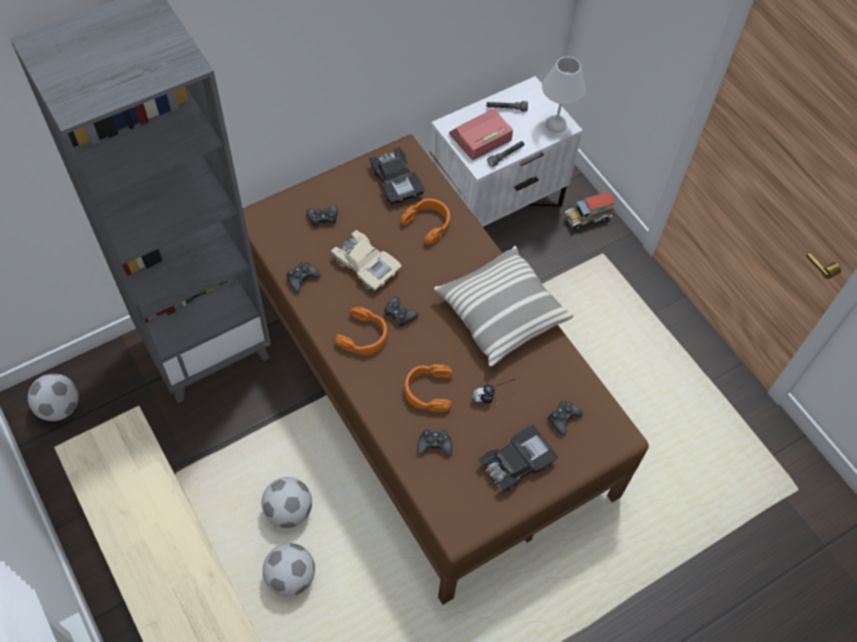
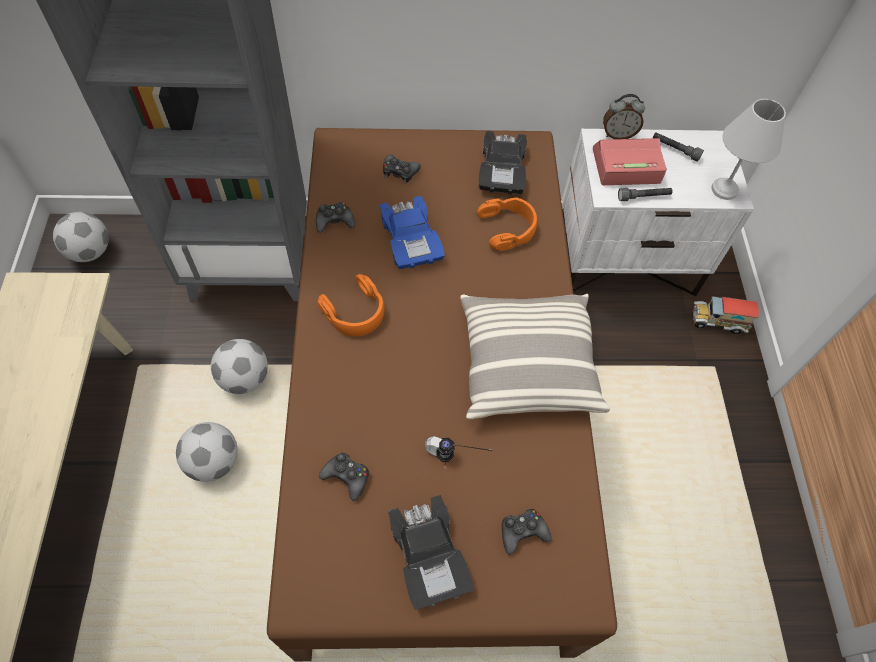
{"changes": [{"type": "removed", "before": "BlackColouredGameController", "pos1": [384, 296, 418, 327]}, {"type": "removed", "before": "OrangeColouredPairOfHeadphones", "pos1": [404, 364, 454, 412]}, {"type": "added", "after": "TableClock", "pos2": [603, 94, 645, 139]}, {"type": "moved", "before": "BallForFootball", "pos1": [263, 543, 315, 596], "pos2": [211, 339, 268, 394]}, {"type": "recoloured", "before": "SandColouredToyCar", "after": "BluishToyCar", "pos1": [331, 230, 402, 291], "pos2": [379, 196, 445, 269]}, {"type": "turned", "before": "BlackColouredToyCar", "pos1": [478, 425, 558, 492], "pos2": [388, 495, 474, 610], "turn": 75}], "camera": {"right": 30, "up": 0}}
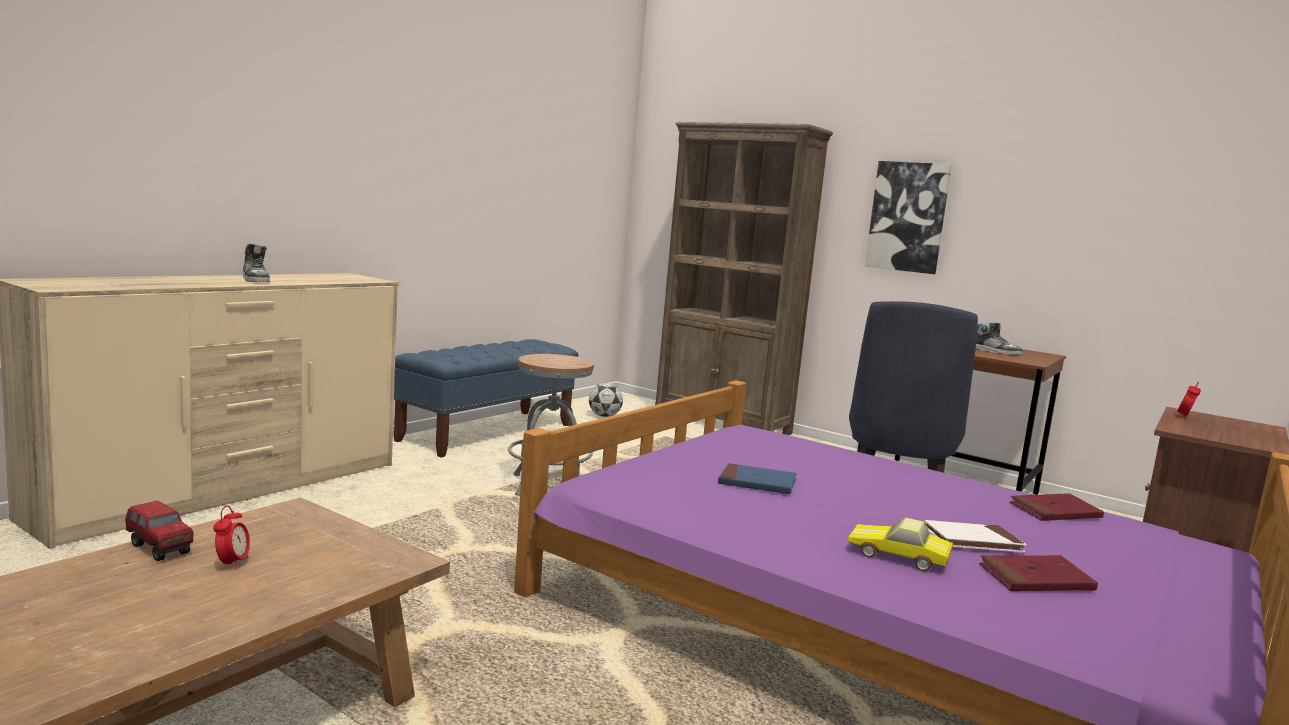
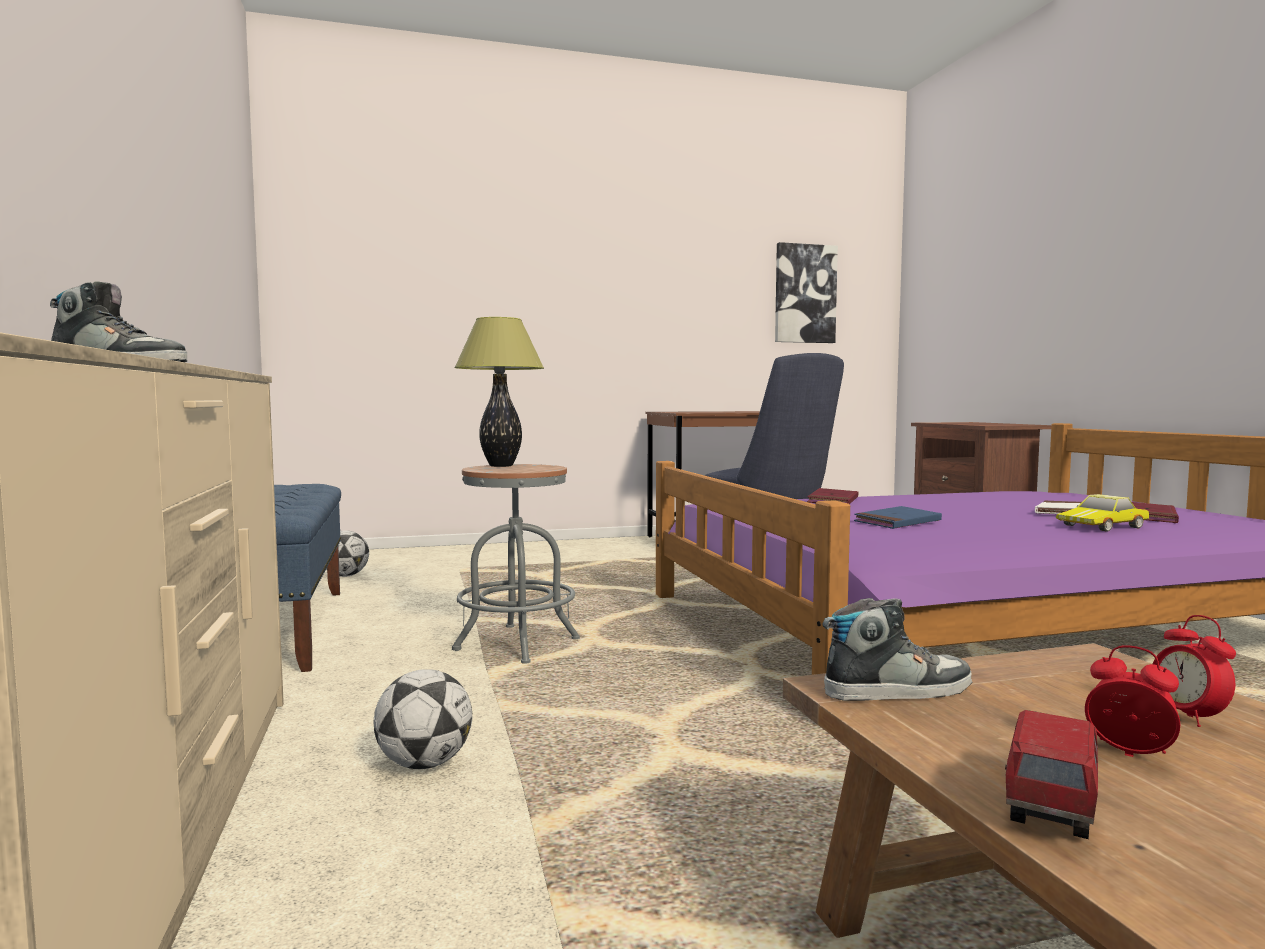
{"changes": [{"type": "removed", "before": "BrownColouredShelvingUnit", "pos1": [655, 122, 833, 435]}, {"type": "added", "after": "BallForFootball", "pos2": [374, 669, 472, 769]}, {"type": "added", "after": "TabletopLamp", "pos2": [454, 317, 544, 467]}, {"type": "moved", "before": "Picture", "pos1": [865, 161, 952, 274], "pos2": [775, 242, 838, 343]}, {"type": "moved", "before": "Shoe", "pos1": [976, 323, 1022, 355], "pos2": [822, 598, 973, 701]}, {"type": "moved", "before": "RedVolume", "pos1": [1010, 493, 1104, 521], "pos2": [807, 488, 859, 505]}, {"type": "moved", "before": "TableClock", "pos1": [1177, 381, 1201, 418], "pos2": [1153, 615, 1236, 727]}, {"type": "turned", "before": "ModelTruck", "pos1": [125, 501, 194, 561], "pos2": [1005, 710, 1098, 839], "turn": -45}], "camera": {"right": -50, "up": -5}}
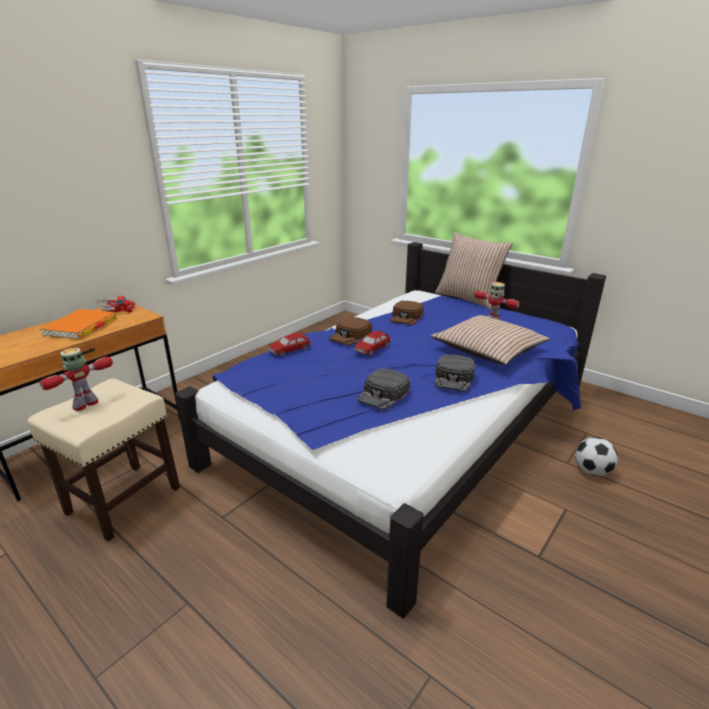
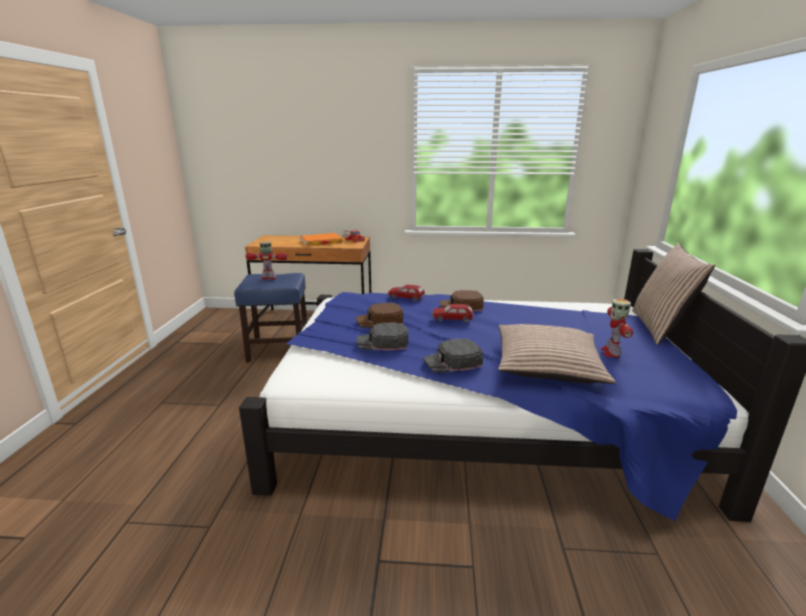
{"changes": [{"type": "removed", "before": "BallForFootball", "pos1": [575, 437, 618, 476]}, {"type": "moved", "before": "BrownColouredPeakedCap", "pos1": [390, 300, 423, 325], "pos2": [356, 303, 403, 328]}, {"type": "recoloured", "before": "SandColouredSittingStool", "after": "BluishSittingStool", "pos1": [27, 378, 180, 542], "pos2": [234, 273, 307, 363]}], "camera": {"right": 55, "up": -5}}
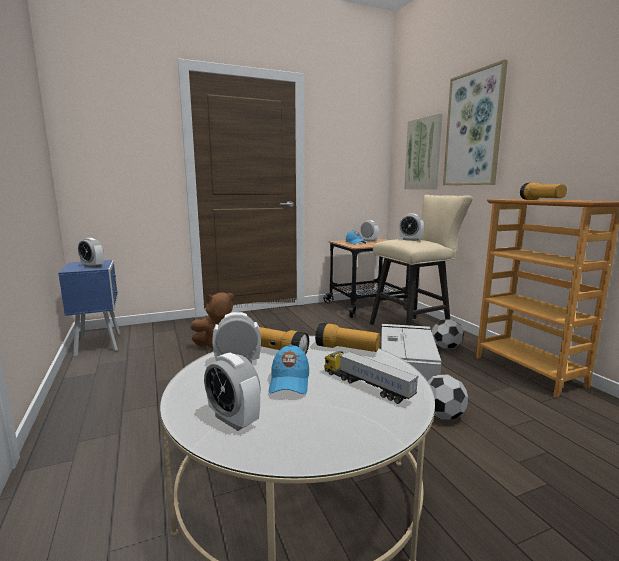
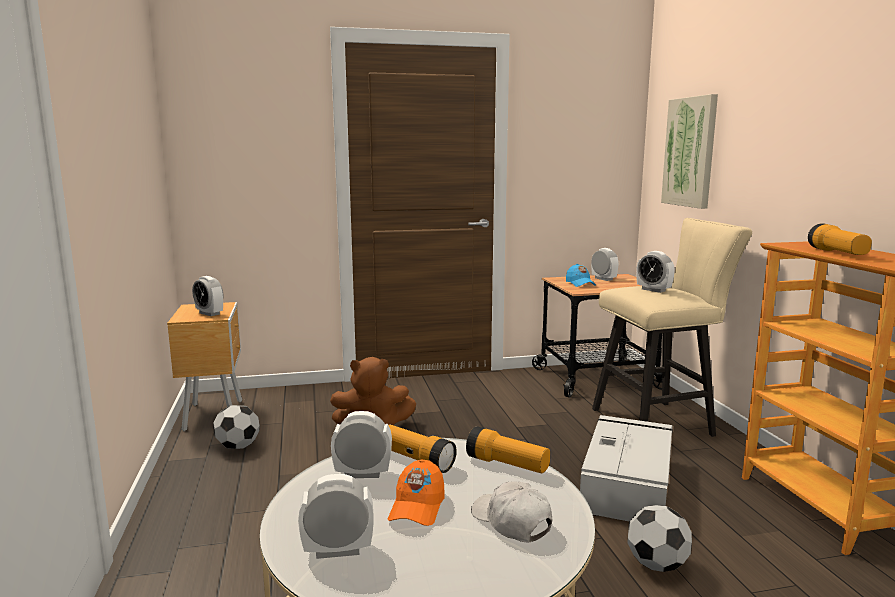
{"changes": [{"type": "removed", "before": "Picture", "pos1": [443, 59, 508, 185]}, {"type": "moved", "before": "BallForFootball", "pos1": [432, 319, 464, 348], "pos2": [213, 405, 260, 449]}, {"type": "replaced", "before": "ModelTruck", "after": "WhitishPeakedCap", "pos1": [324, 351, 418, 404], "pos2": [471, 481, 552, 543]}, {"type": "recoloured", "before": "BluishBedsideTable", "after": "BrownColouredBedsideTable", "pos1": [58, 260, 120, 357], "pos2": [167, 302, 242, 431]}, {"type": "recoloured", "before": "BluishPeakedCap", "after": "OrangeColouredPeakedCap", "pos1": [269, 344, 309, 394], "pos2": [388, 460, 444, 526]}, {"type": "turned", "before": "TableClock", "pos1": [204, 353, 261, 431], "pos2": [298, 474, 373, 559], "turn": 120}], "camera": {"right": 10, "up": 0}}
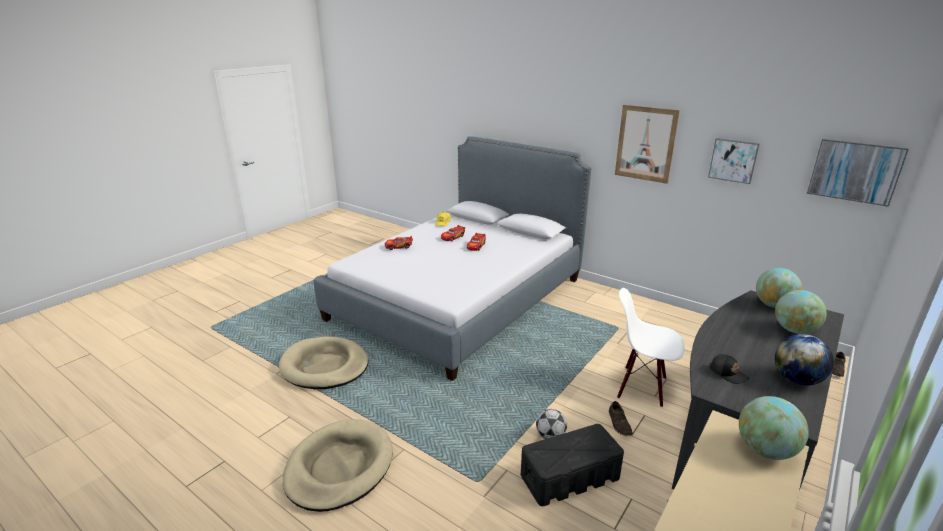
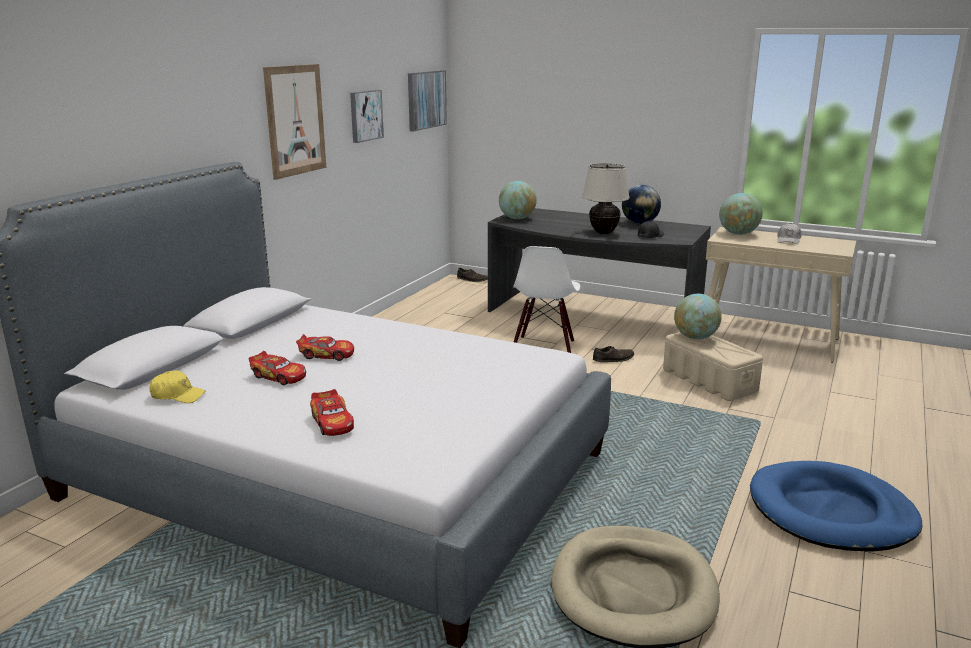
{"changes": [{"type": "removed", "before": "BallForFootball", "pos1": [536, 409, 567, 439]}, {"type": "added", "after": "SandColouredTabletopLamp", "pos2": [582, 163, 630, 234]}, {"type": "added", "after": "WhitishPeakedCap", "pos2": [777, 223, 802, 244]}, {"type": "moved", "before": "WorldGlobe", "pos1": [775, 290, 827, 334], "pos2": [674, 294, 722, 339]}, {"type": "recoloured", "before": "SandColouredDogCushion", "after": "BluishDogCushion", "pos1": [282, 419, 393, 512], "pos2": [750, 461, 922, 552]}, {"type": "recoloured", "before": "BlackColouredStorageContainer", "after": "SandColouredStorageContainer", "pos1": [521, 424, 624, 506], "pos2": [663, 332, 763, 401]}], "camera": {"right": -100, "up": -5}}
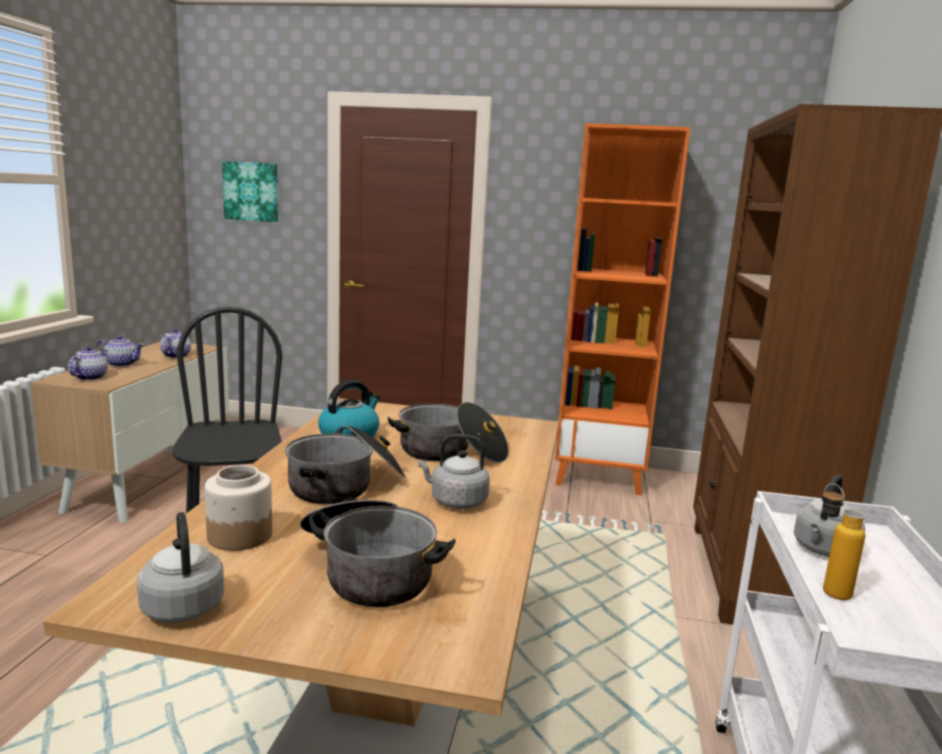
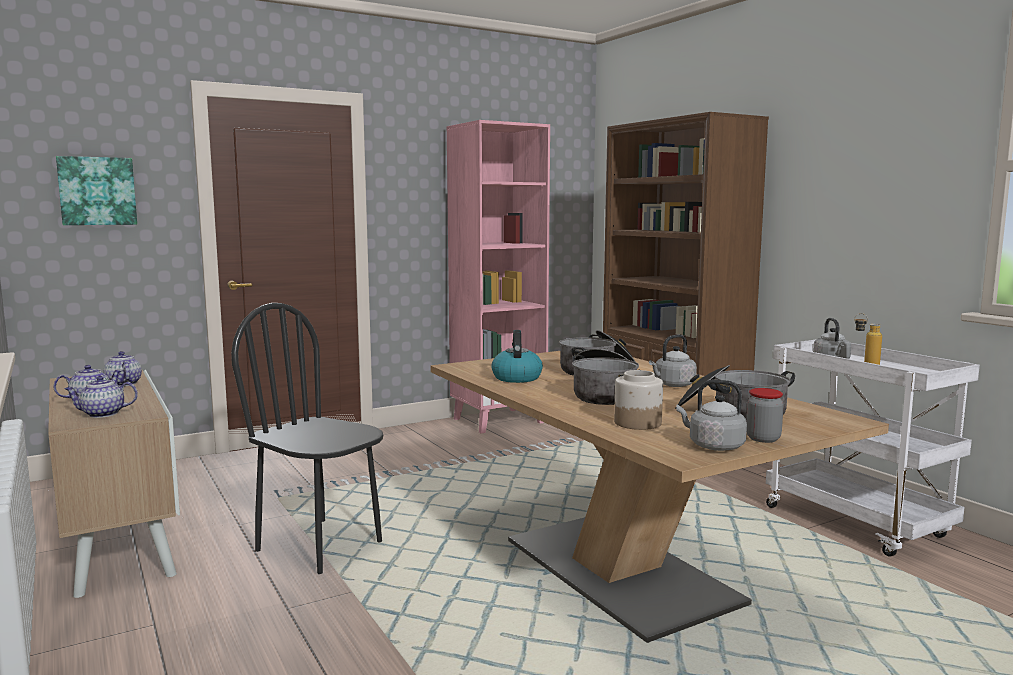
{"changes": [{"type": "added", "after": "Jar", "pos2": [746, 388, 784, 443]}, {"type": "recoloured", "before": "OrangeColouredShelvingUnit", "after": "PinkishShelvingUnit", "pos1": [555, 123, 690, 495], "pos2": [447, 120, 550, 434]}, {"type": "turned", "before": "PotForTea", "pos1": [68, 346, 108, 380], "pos2": [64, 376, 138, 418], "turn": -75}], "camera": {"right": -40, "up": -5}}
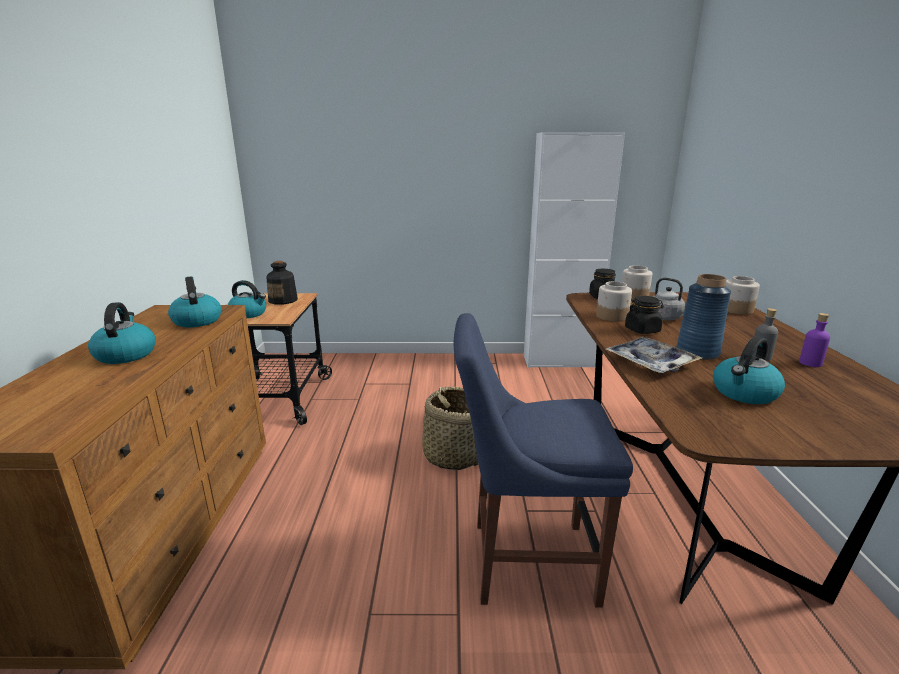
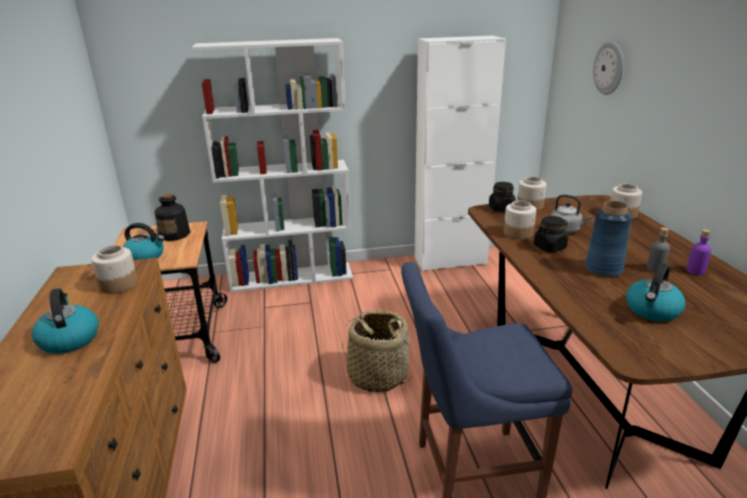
{"changes": [{"type": "removed", "before": "ServingTray", "pos1": [606, 337, 702, 373]}, {"type": "added", "after": "WhitishShelvingUnit", "pos2": [191, 38, 353, 292]}, {"type": "added", "after": "WallClock", "pos2": [593, 42, 623, 95]}, {"type": "replaced", "before": "WaterKettle", "after": "Jar", "pos1": [168, 276, 221, 327], "pos2": [91, 245, 138, 294]}], "camera": {"right": -10, "up": 5}}
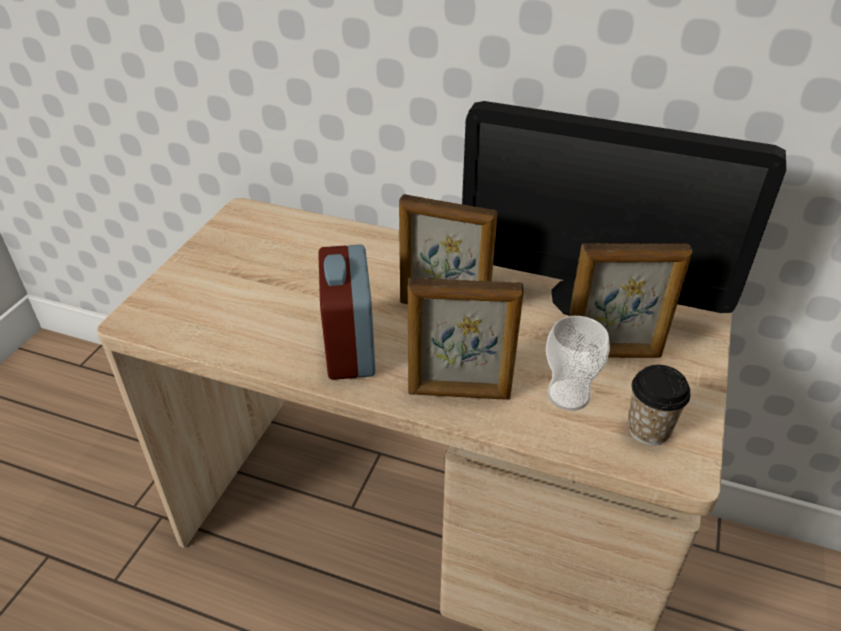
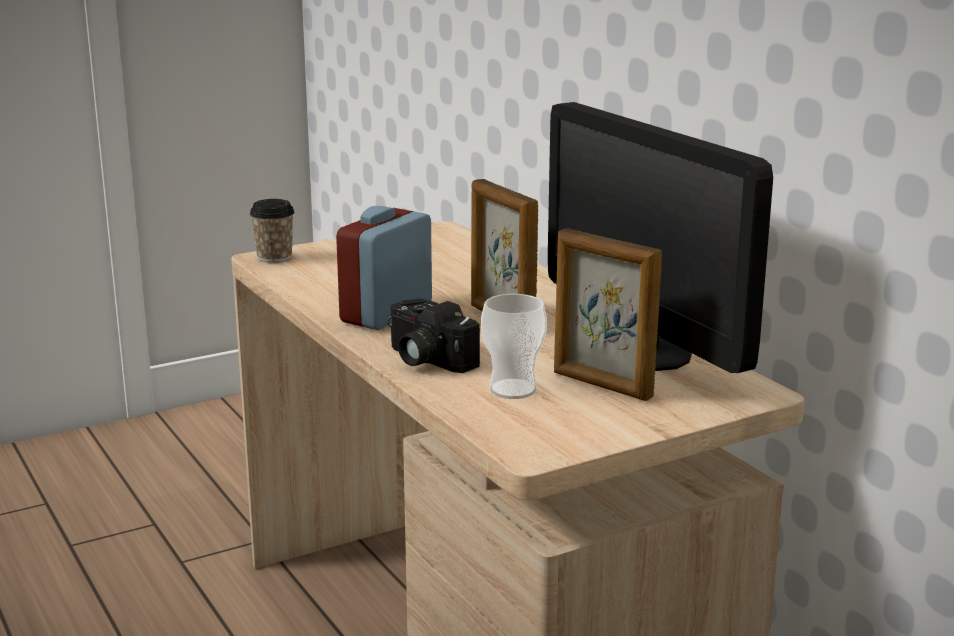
{"changes": [{"type": "moved", "before": "Cup", "pos1": [628, 365, 691, 445], "pos2": [250, 199, 295, 263]}, {"type": "replaced", "before": "PhotoFrame", "after": "PhotoCamera", "pos1": [408, 277, 524, 400], "pos2": [387, 298, 480, 373]}], "camera": {"right": 40, "up": -20}}
